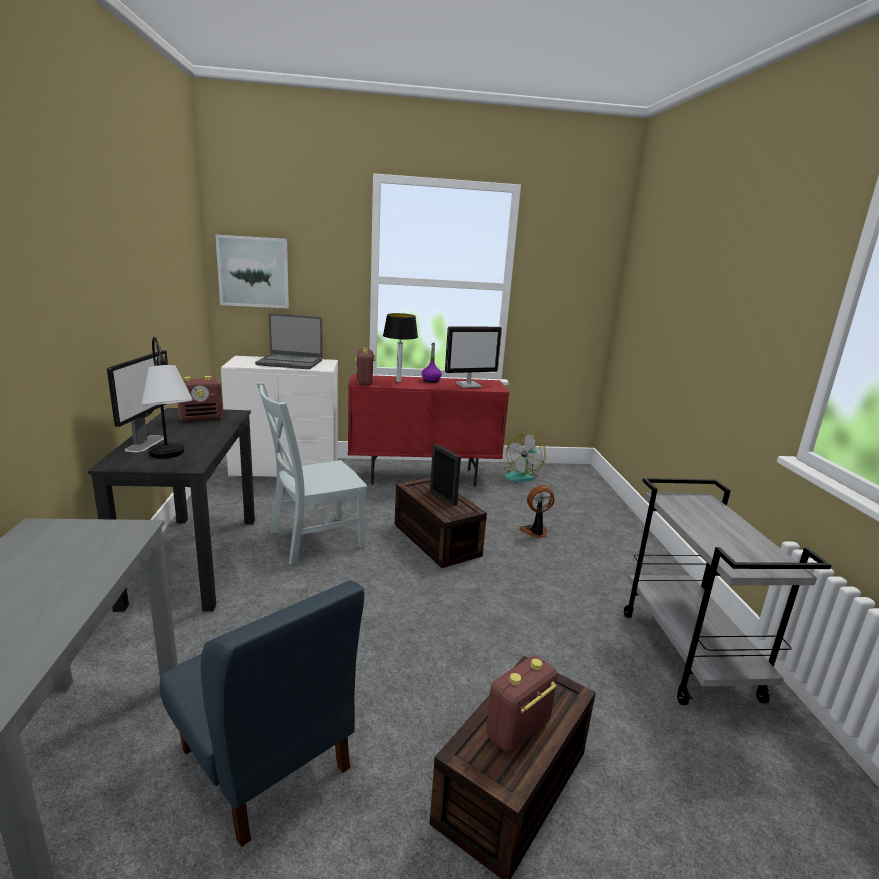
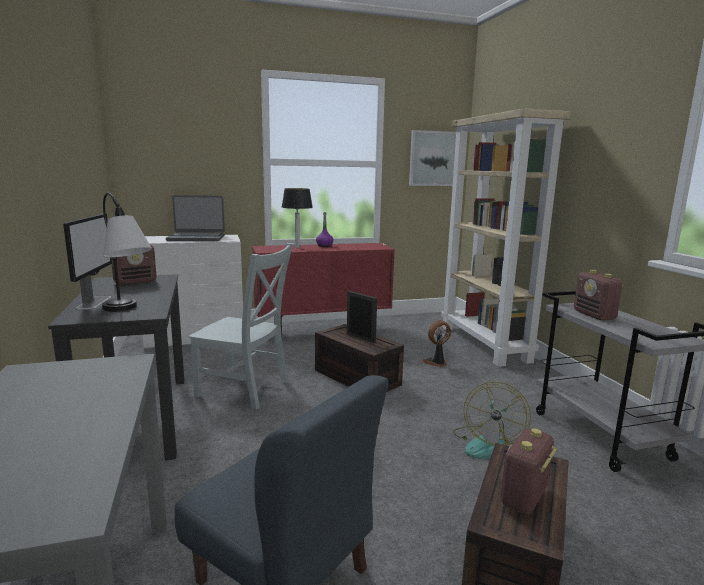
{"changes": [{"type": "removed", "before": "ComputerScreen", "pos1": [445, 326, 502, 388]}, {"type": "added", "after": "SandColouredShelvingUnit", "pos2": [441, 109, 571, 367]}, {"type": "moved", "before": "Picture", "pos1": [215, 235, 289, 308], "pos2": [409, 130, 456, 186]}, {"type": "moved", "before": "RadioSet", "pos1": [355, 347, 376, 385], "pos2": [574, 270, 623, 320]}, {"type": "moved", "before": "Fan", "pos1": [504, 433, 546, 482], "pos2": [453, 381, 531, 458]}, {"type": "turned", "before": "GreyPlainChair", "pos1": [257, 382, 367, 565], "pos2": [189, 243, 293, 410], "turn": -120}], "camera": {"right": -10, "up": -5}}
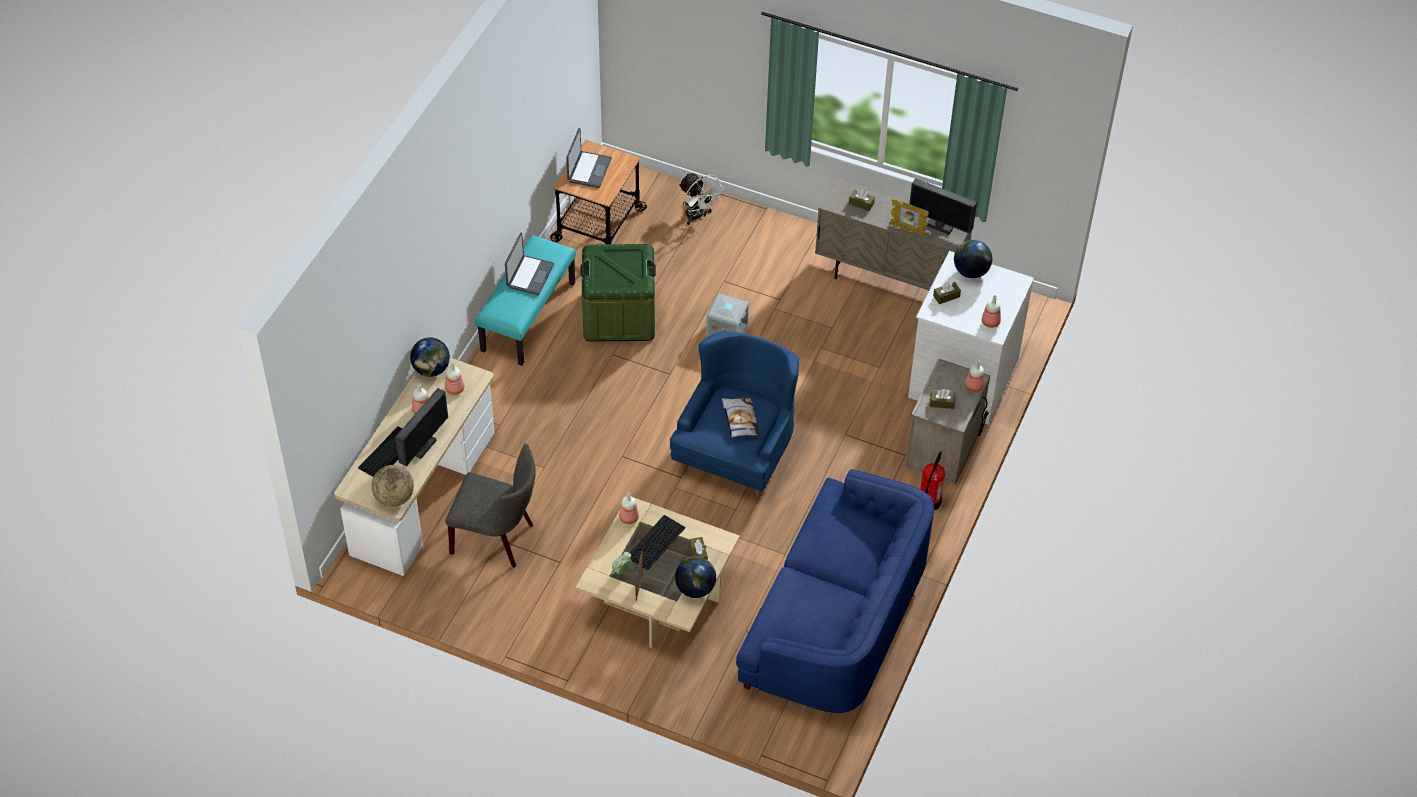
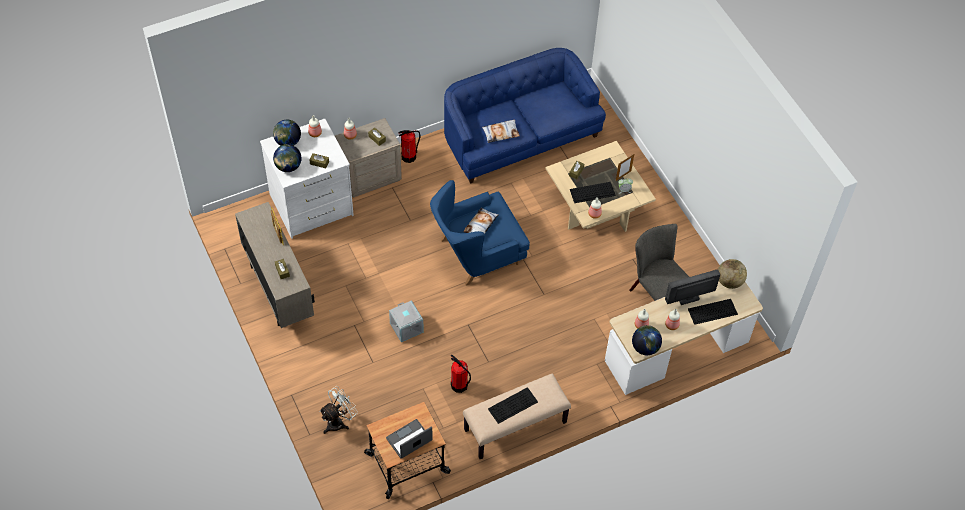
{"changes": [{"type": "removed", "before": "ComputerScreen", "pos1": [909, 178, 977, 235]}, {"type": "added", "after": "ThrowPillow", "pos2": [482, 120, 520, 143]}, {"type": "moved", "before": "WorldGlobe", "pos1": [675, 556, 716, 598], "pos2": [273, 120, 301, 146]}, {"type": "replaced", "before": "NotebookComputer", "after": "Keyboard", "pos1": [505, 233, 554, 295], "pos2": [488, 387, 538, 424]}, {"type": "replaced", "before": "GreenStorageContainer", "after": "FireExtinguisher", "pos1": [580, 244, 656, 342], "pos2": [451, 355, 471, 393]}, {"type": "recoloured", "before": "TurquoiseColouredLongSeat", "after": "SandColouredLongSeat", "pos1": [475, 235, 576, 366], "pos2": [463, 373, 571, 459]}, {"type": "turned", "before": "WhitishFan", "pos1": [679, 173, 724, 225], "pos2": [319, 386, 358, 434], "turn": 45}], "camera": {"right": -140, "up": 5}}
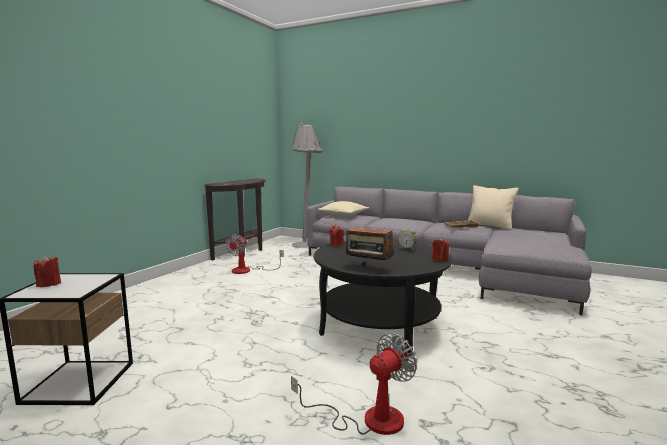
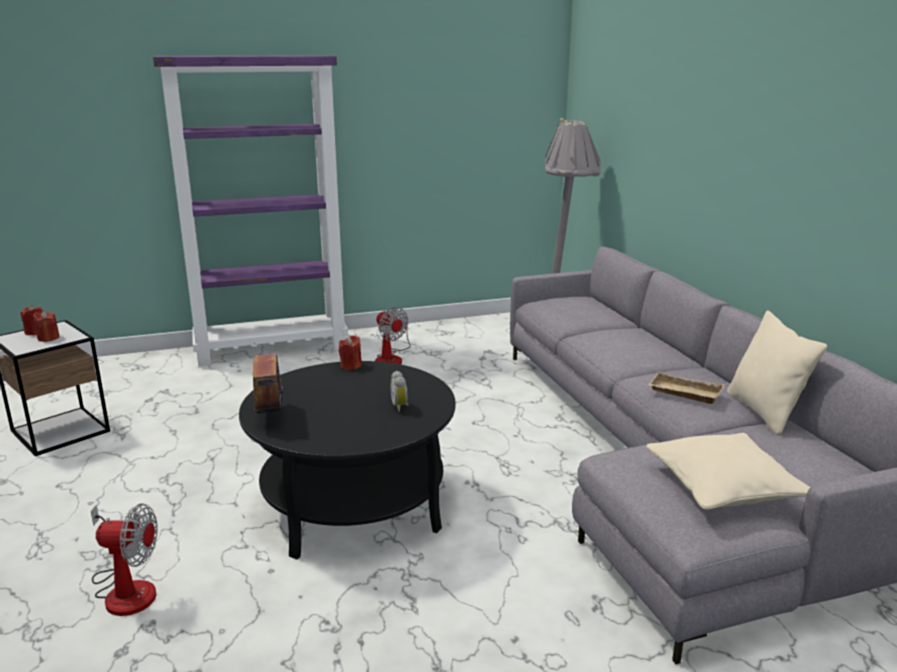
{"changes": [{"type": "removed", "before": "BrownColouredHallTable", "pos1": [204, 178, 266, 260]}, {"type": "added", "after": "PurpleShelvingUnit", "pos2": [153, 55, 348, 366]}, {"type": "moved", "before": "SandColouredThrowPillow", "pos1": [318, 201, 369, 217], "pos2": [646, 433, 811, 510]}, {"type": "moved", "before": "RedWaxLight", "pos1": [432, 237, 450, 262], "pos2": [33, 311, 60, 342]}, {"type": "turned", "before": "Fan", "pos1": [226, 233, 284, 274], "pos2": [375, 307, 411, 364], "turn": -105}], "camera": {"right": 45, "up": 10}}
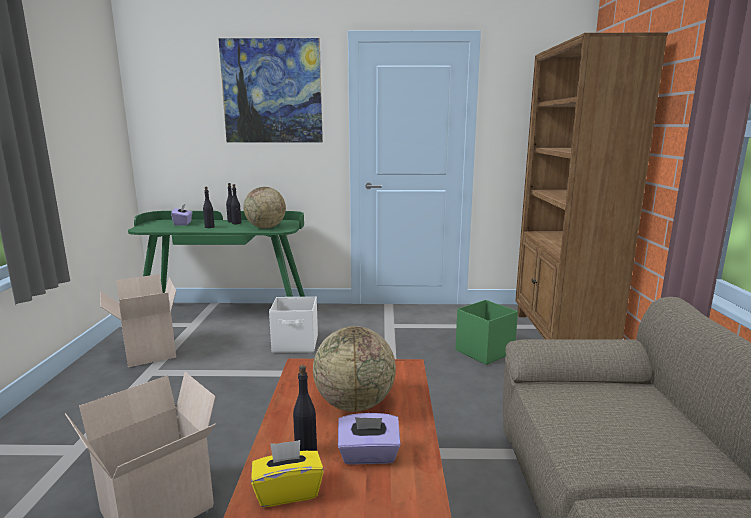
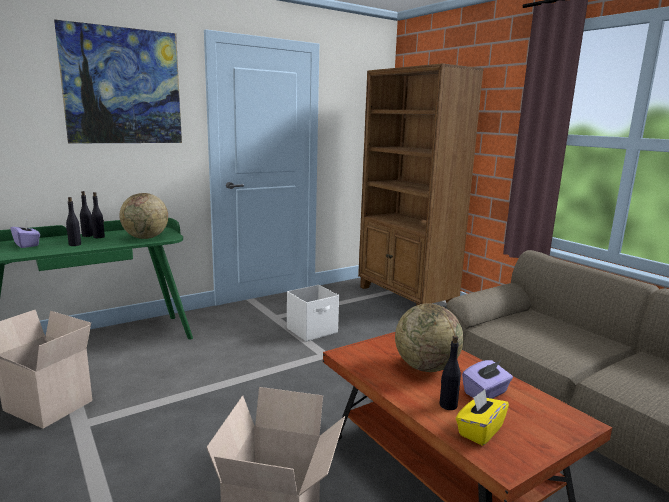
{"changes": [{"type": "removed", "before": "GreenStorageContainer", "pos1": [455, 300, 518, 365]}, {"type": "moved", "before": "WhitishStorageContainer", "pos1": [269, 297, 318, 353], "pos2": [287, 285, 339, 342]}], "camera": {"right": -35, "up": 0}}
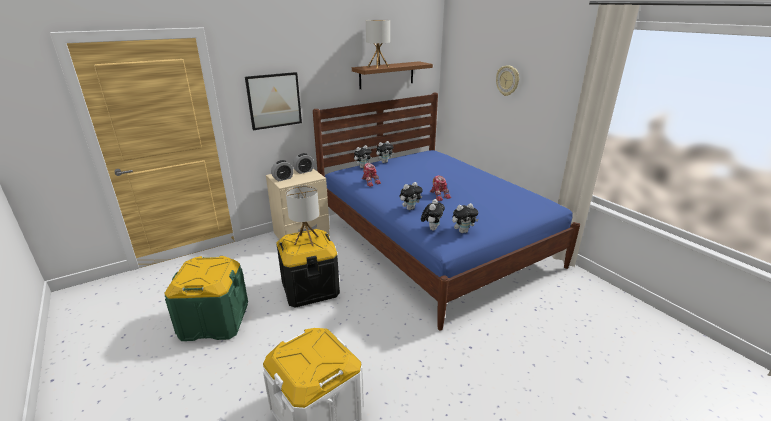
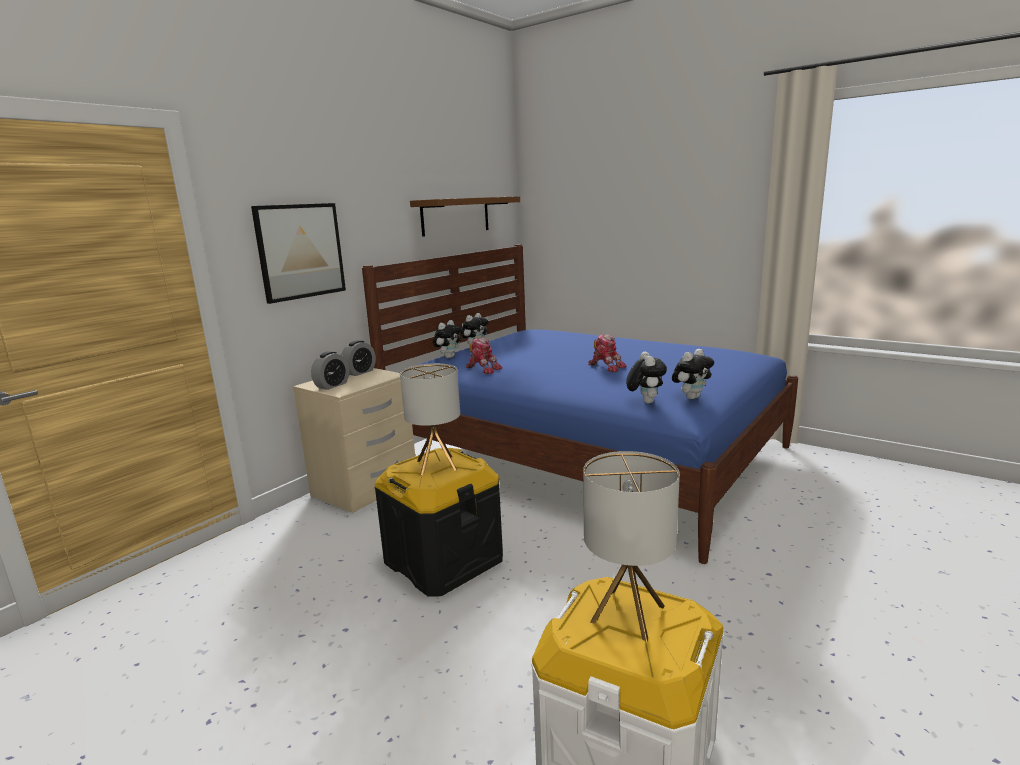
{"changes": [{"type": "removed", "before": "GreenStorageContainer", "pos1": [164, 256, 248, 341]}, {"type": "removed", "before": "CuddlyToy", "pos1": [400, 182, 423, 210]}, {"type": "removed", "before": "WallClock", "pos1": [496, 65, 519, 96]}, {"type": "moved", "before": "TabletopLamp", "pos1": [366, 20, 390, 69], "pos2": [583, 451, 680, 641]}], "camera": {"right": -20, "up": -10}}
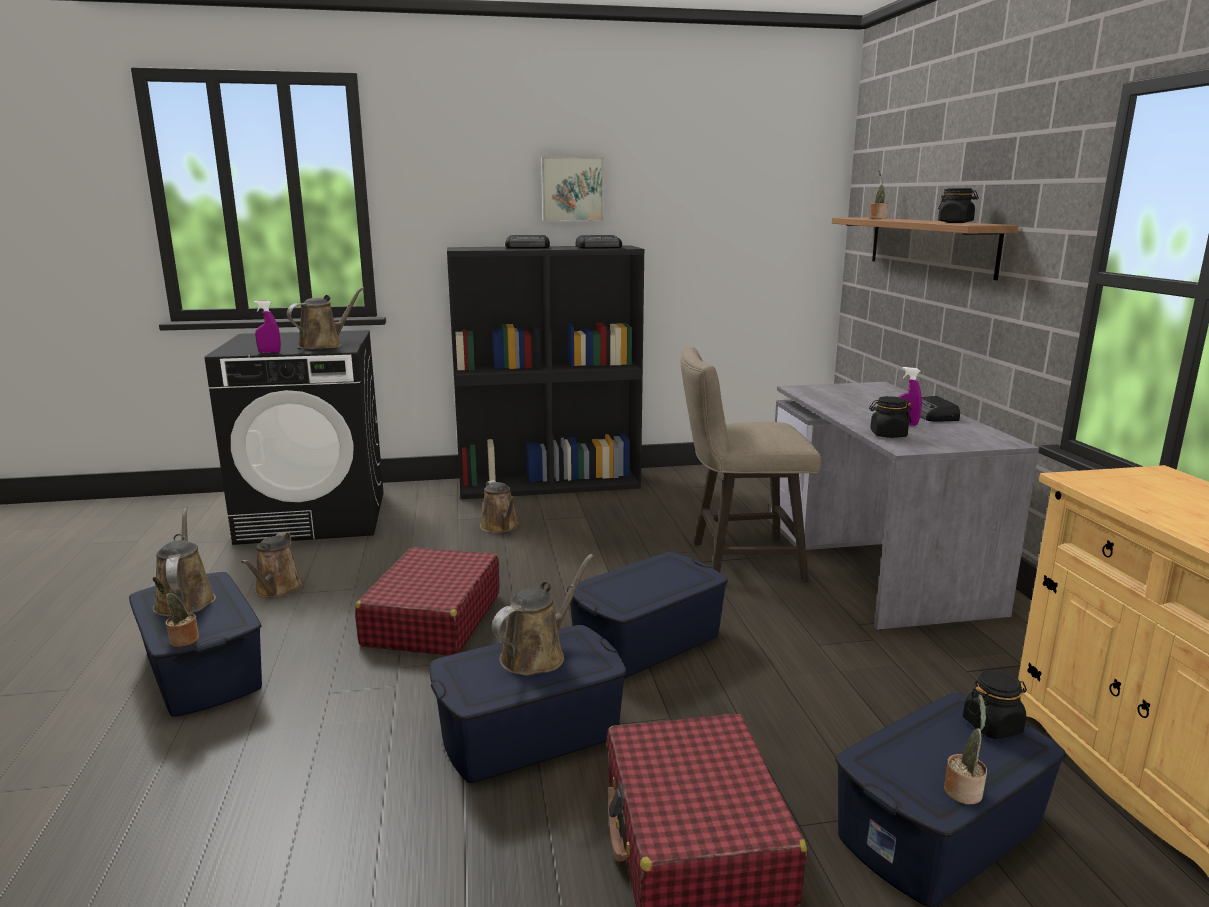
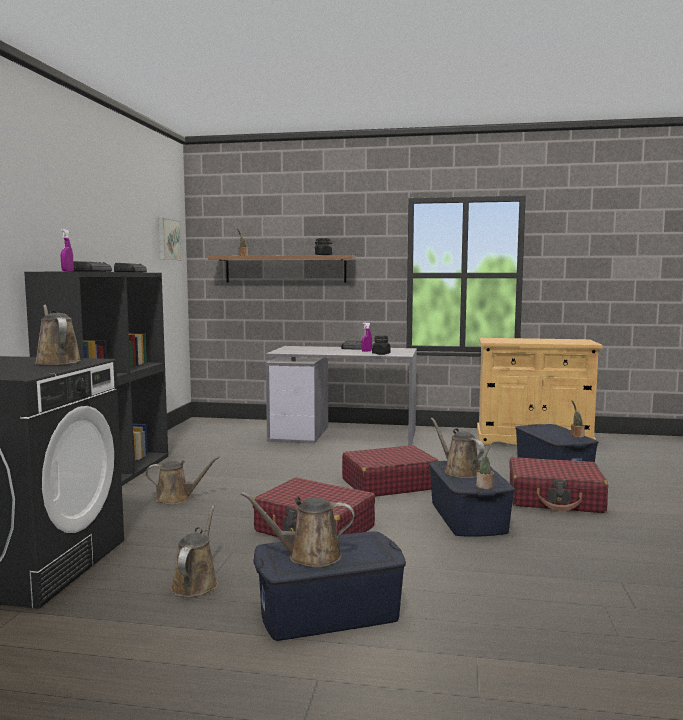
{"changes": [{"type": "removed", "before": "SandColouredSittingStool", "pos1": [681, 346, 821, 582]}, {"type": "removed", "before": "BlackColouredJar", "pos1": [963, 670, 1027, 739]}, {"type": "moved", "before": "PottedPlant", "pos1": [153, 577, 199, 647], "pos2": [476, 443, 494, 489]}, {"type": "moved", "before": "PurpleSprayer", "pos1": [254, 301, 281, 353], "pos2": [61, 229, 74, 271]}, {"type": "moved", "before": "Picture", "pos1": [541, 157, 604, 222], "pos2": [158, 218, 181, 260]}, {"type": "replaced", "before": "BluishStorageContainer", "after": "RedPieceOfLuggage", "pos1": [567, 552, 728, 678], "pos2": [342, 445, 439, 497]}, {"type": "turned", "before": "BrownColouredWateringCan", "pos1": [241, 532, 304, 598], "pos2": [170, 506, 218, 597], "turn": -105}], "camera": {"right": -70, "up": -10}}
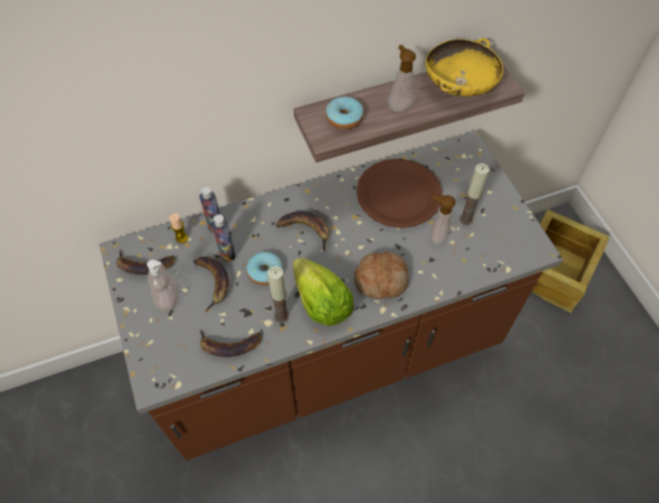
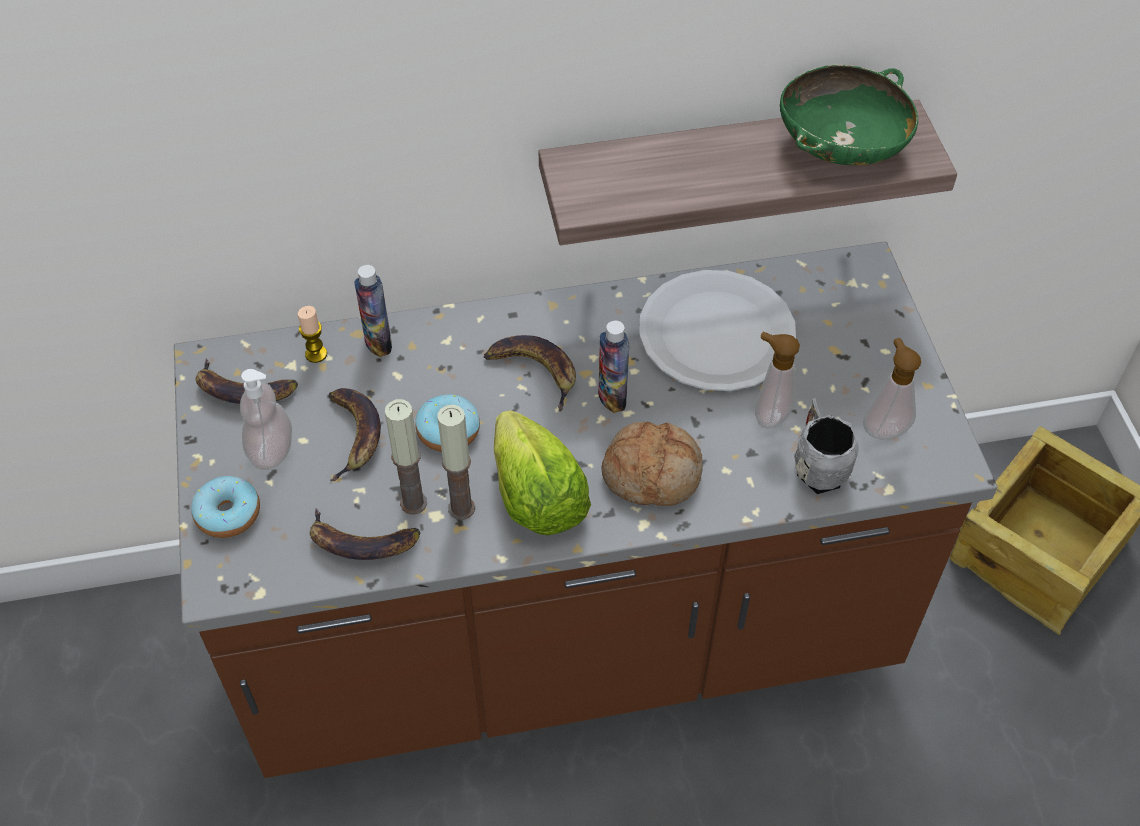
{"changes": [{"type": "added", "after": "GreyTeaMug", "pos2": [794, 398, 858, 494]}, {"type": "moved", "before": "DrinkBottle", "pos1": [212, 214, 235, 262], "pos2": [598, 320, 629, 413]}, {"type": "moved", "before": "Donut", "pos1": [326, 97, 364, 129], "pos2": [191, 476, 260, 538]}, {"type": "moved", "before": "SoapDispenser", "pos1": [387, 45, 417, 112], "pos2": [863, 338, 921, 440]}, {"type": "moved", "before": "WaxLight", "pos1": [459, 163, 489, 225], "pos2": [385, 399, 427, 515]}, {"type": "recoloured", "before": "BrownColouredPlate", "after": "WhitishPlate", "pos1": [356, 159, 442, 228], "pos2": [639, 270, 796, 391]}, {"type": "recoloured", "before": "YellowColouredDeepDish", "after": "GreenDeepDish", "pos1": [426, 38, 503, 96], "pos2": [780, 65, 918, 165]}], "camera": {"right": 10, "up": -5}}
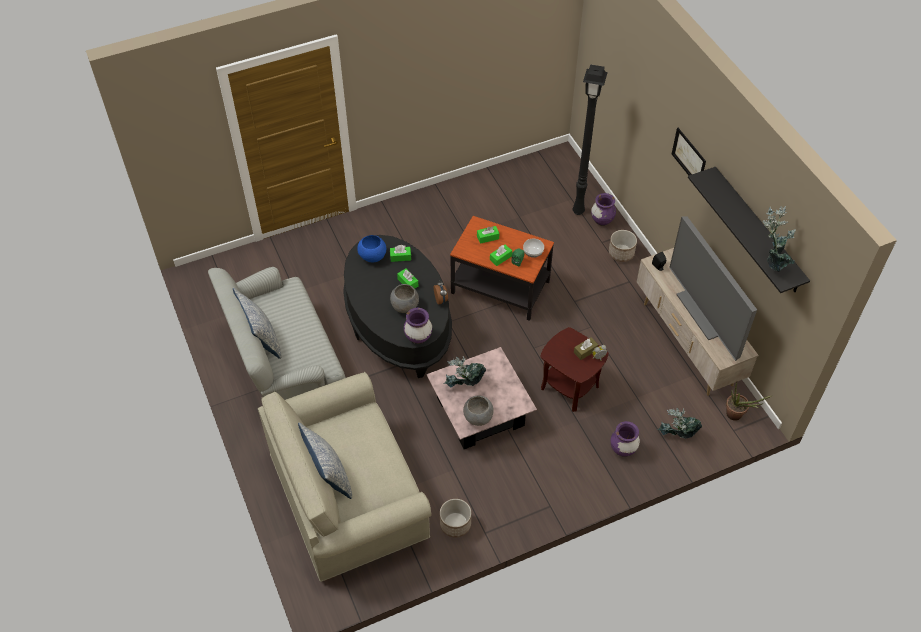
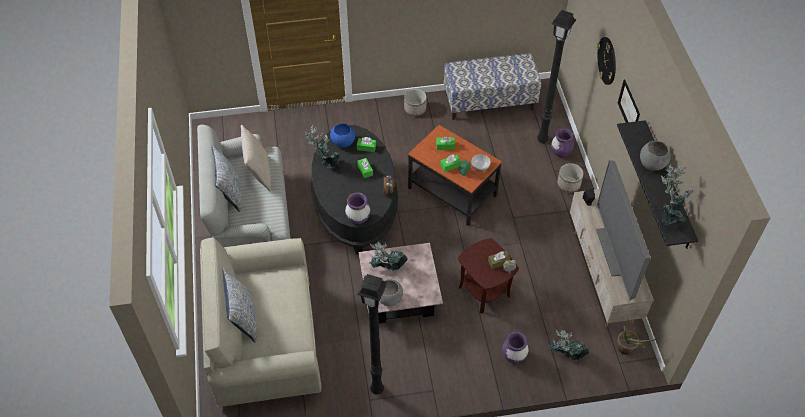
{"changes": [{"type": "added", "after": "SandColouredThrowPillow", "pos2": [241, 124, 271, 192]}, {"type": "added", "after": "PottedPlant", "pos2": [305, 125, 340, 168]}, {"type": "added", "after": "BlackColouredFloorLamp", "pos2": [357, 274, 388, 395]}, {"type": "added", "after": "LongSeat", "pos2": [444, 53, 541, 120]}, {"type": "added", "after": "WallClock", "pos2": [597, 37, 616, 85]}, {"type": "moved", "before": "GreyDeepDish", "pos1": [390, 284, 419, 313], "pos2": [640, 141, 671, 171]}, {"type": "moved", "before": "PlantPot", "pos1": [440, 499, 471, 538], "pos2": [404, 89, 427, 116]}], "camera": {"right": 15, "up": 0}}
